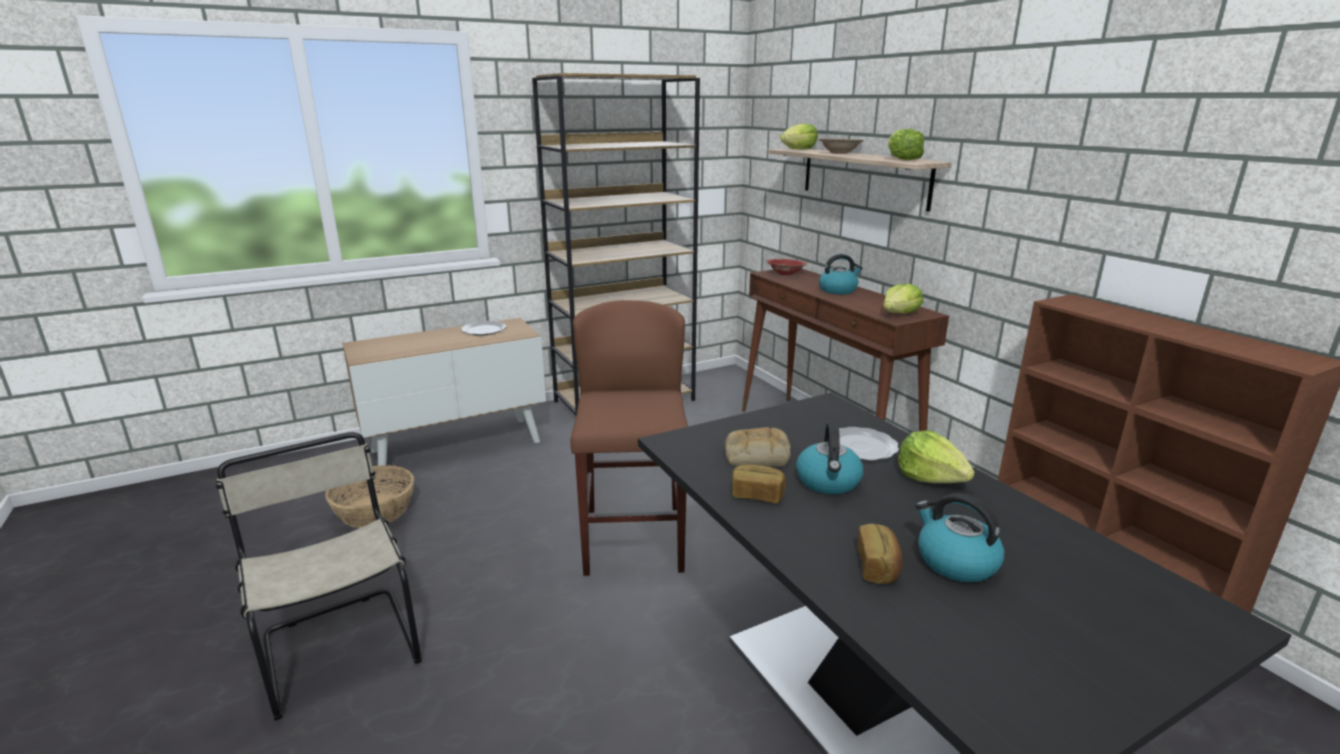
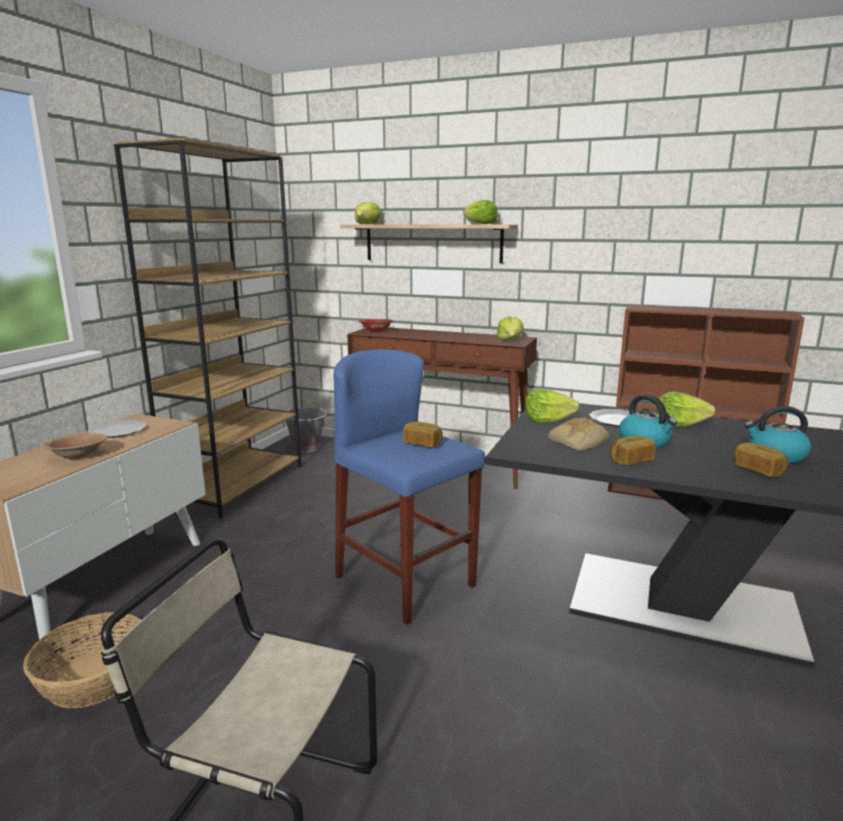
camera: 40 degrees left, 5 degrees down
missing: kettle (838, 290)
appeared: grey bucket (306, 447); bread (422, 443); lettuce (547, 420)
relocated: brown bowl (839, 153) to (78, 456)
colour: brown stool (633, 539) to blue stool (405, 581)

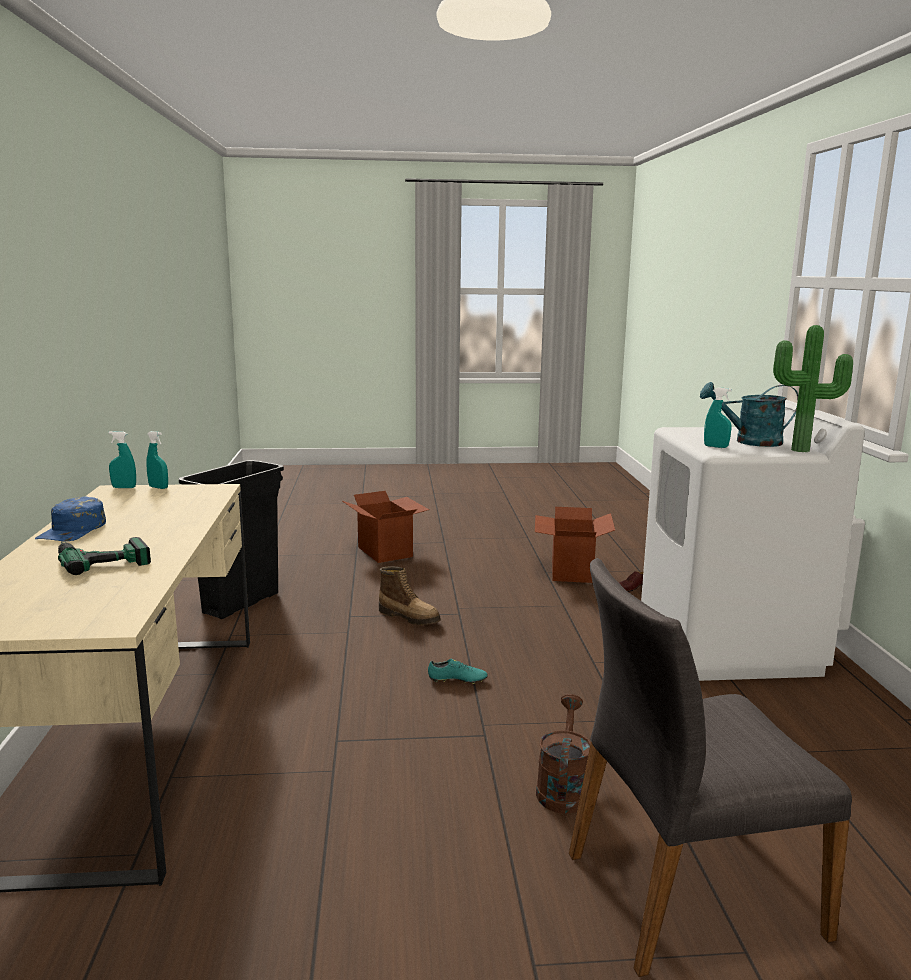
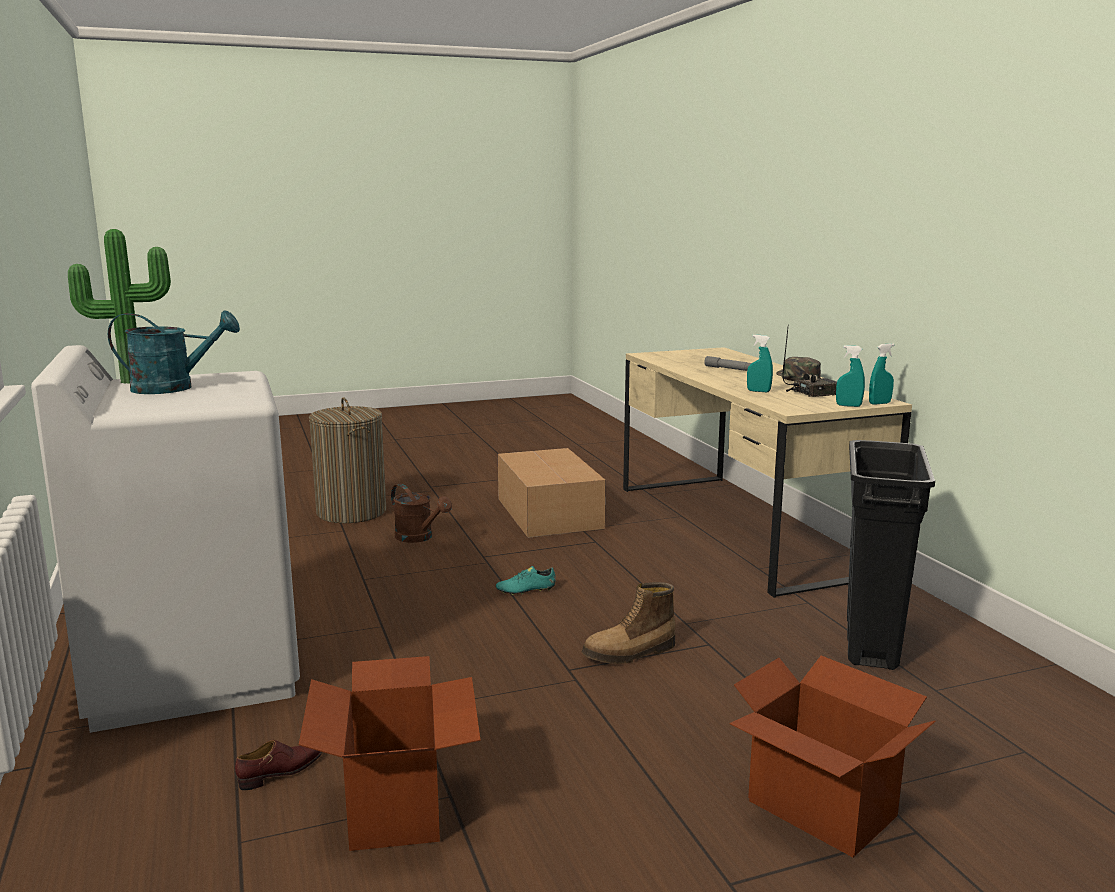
camera: 165 degrees right, 0 degrees up
appeared: cardboard box (549, 512); radio (813, 393)
relocated: turquoise spray bottle (715, 447) to (758, 391)
exchanged: power drill (100, 558) to grey flashlight (728, 369); grey chair (687, 891) to laundry basket (351, 512)
colour: blue cap (73, 530) to green cap (797, 377)
spun: boot (410, 617) = (630, 653) 45 degrees counterclockwise; brown watering can (563, 788) = (419, 537) 45 degrees counterclockwise

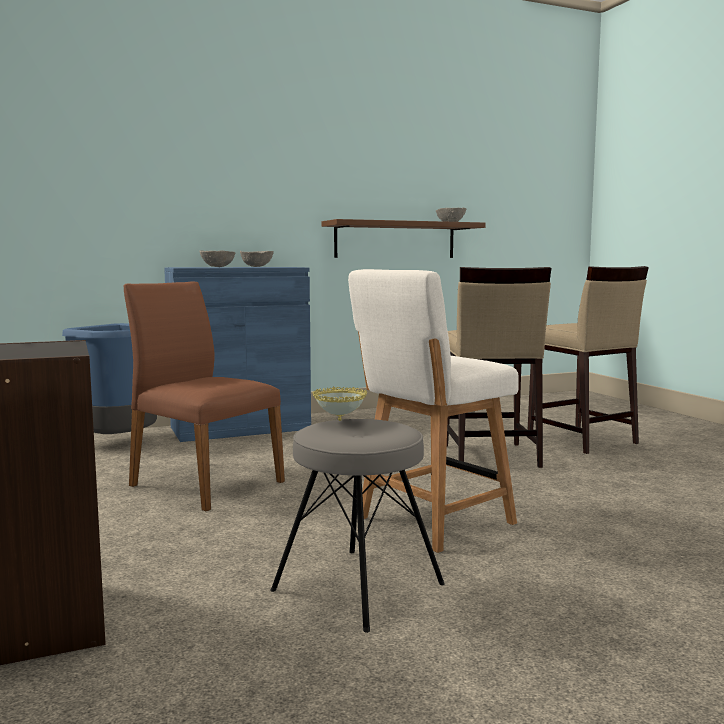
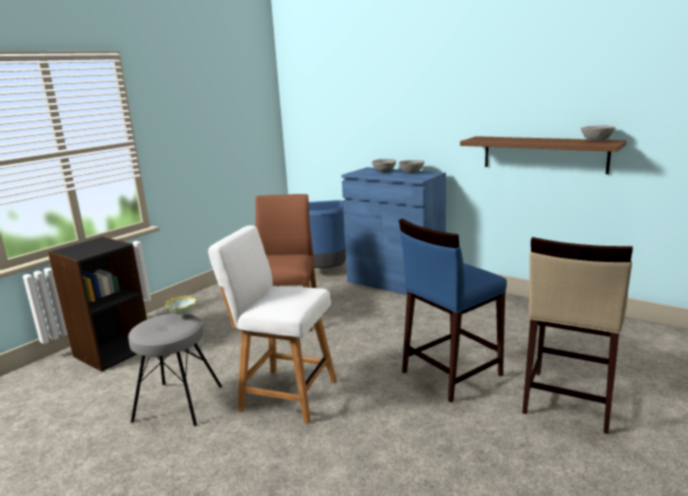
camera: 60 degrees right, 10 degrees up
colour: beige stool (489, 456) to blue stool (450, 373)

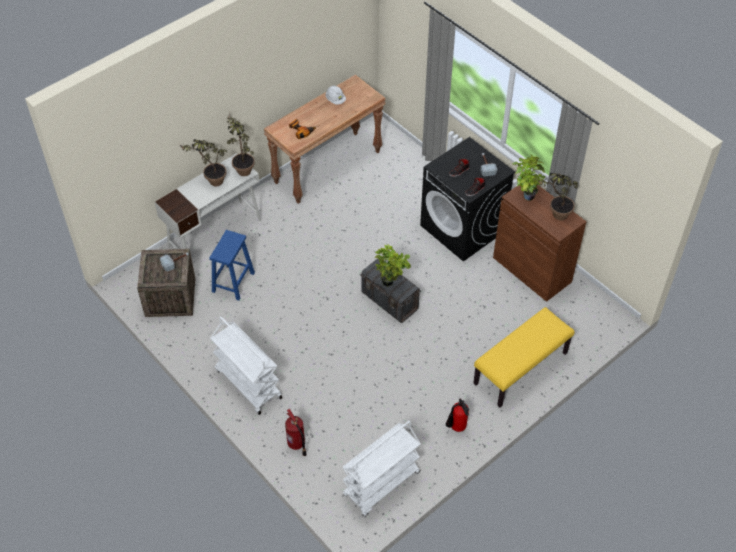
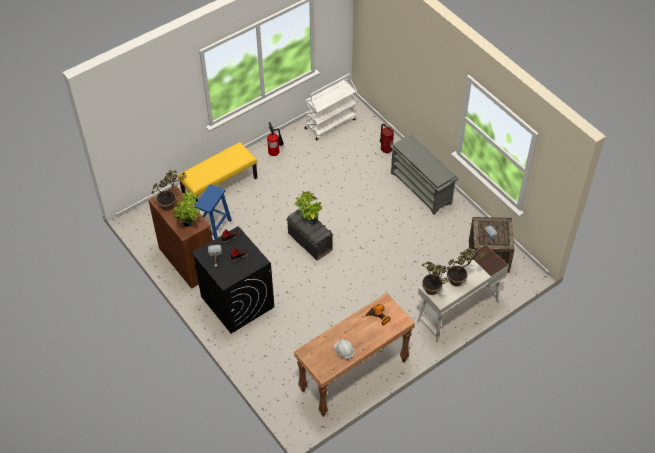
camera: 175 degrees left, 0 degrees up
relocated: blue stool (233, 283) to (214, 226)
exchanged: white cart (247, 383) to grey shoe rack (421, 188)

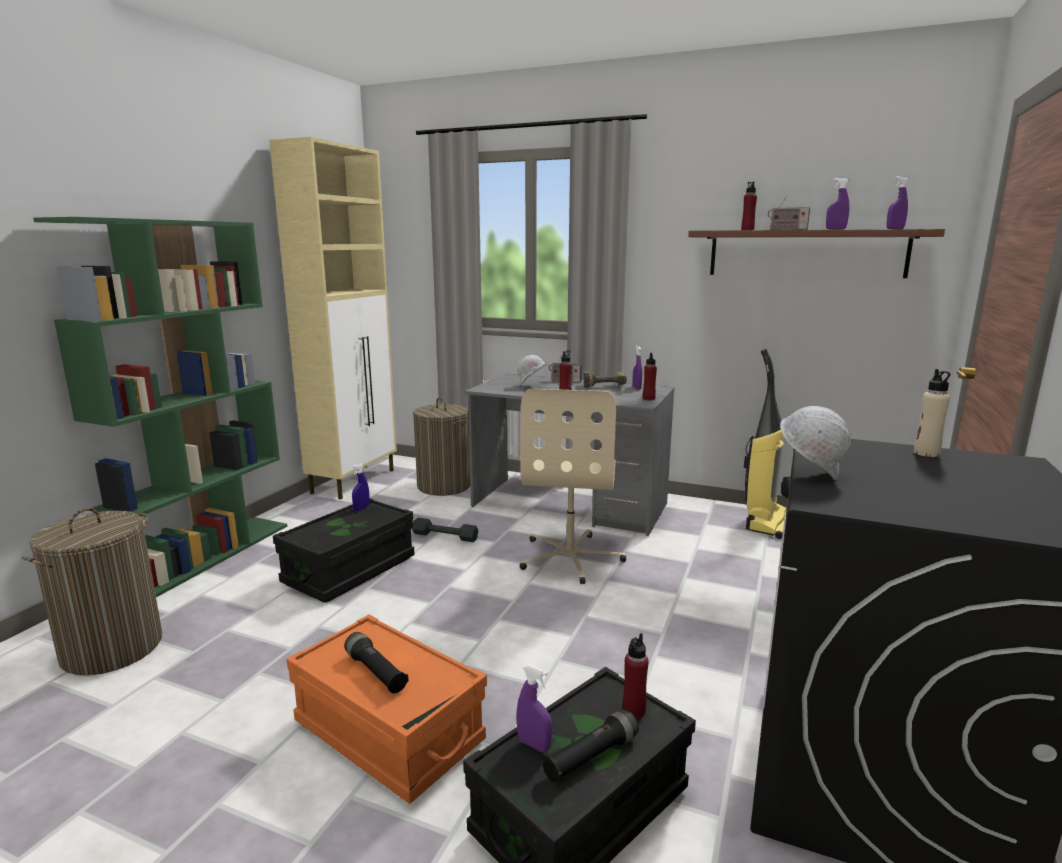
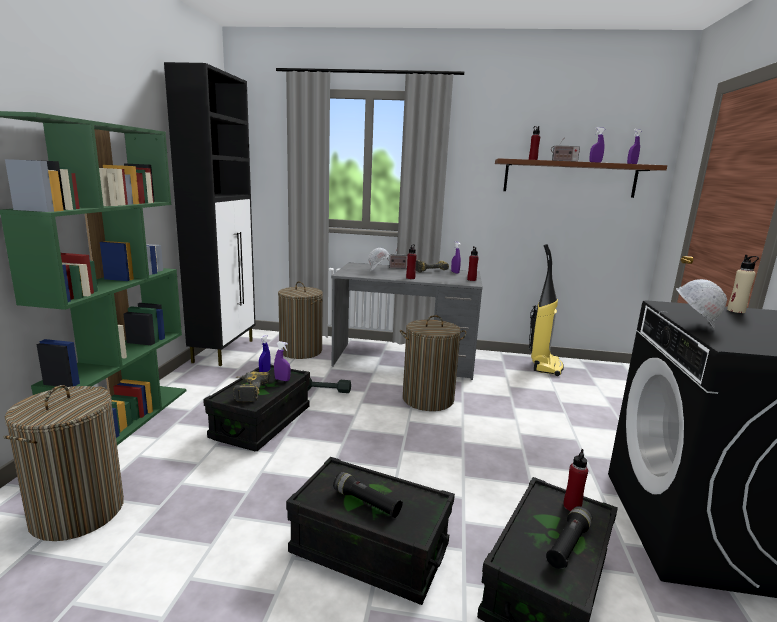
camera: 15 degrees left, 0 degrees up
appeared: power drill (247, 391)
relocated: purple spray bottle (534, 744) to (282, 380)
exchanged: beige office chair (571, 557) to laundry basket (427, 399)
colour: beige cabinet (354, 481) to black cabinet (224, 351); orange storage box (389, 732) to black storage box (369, 550)

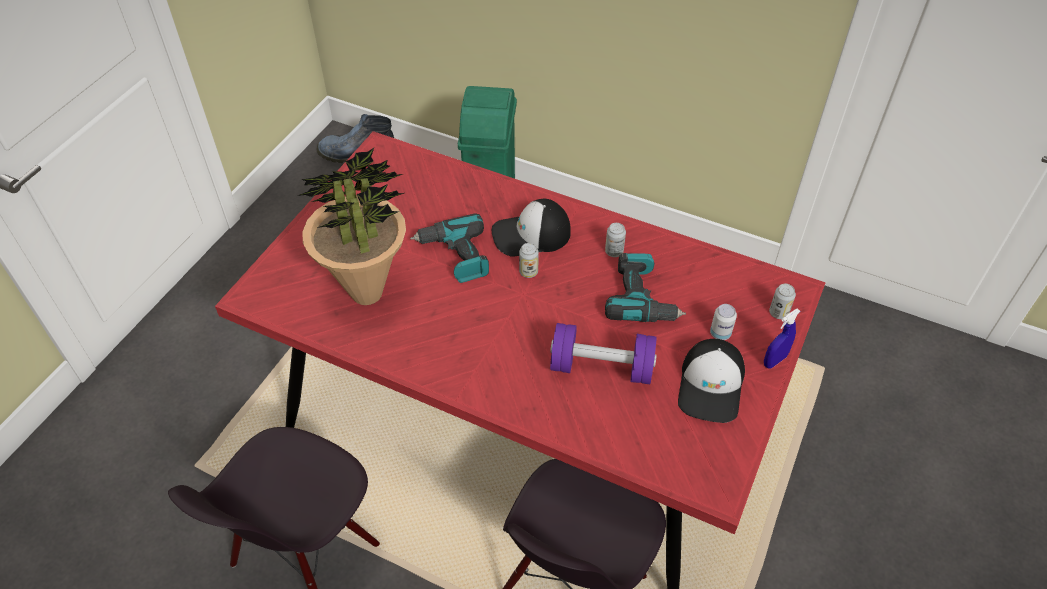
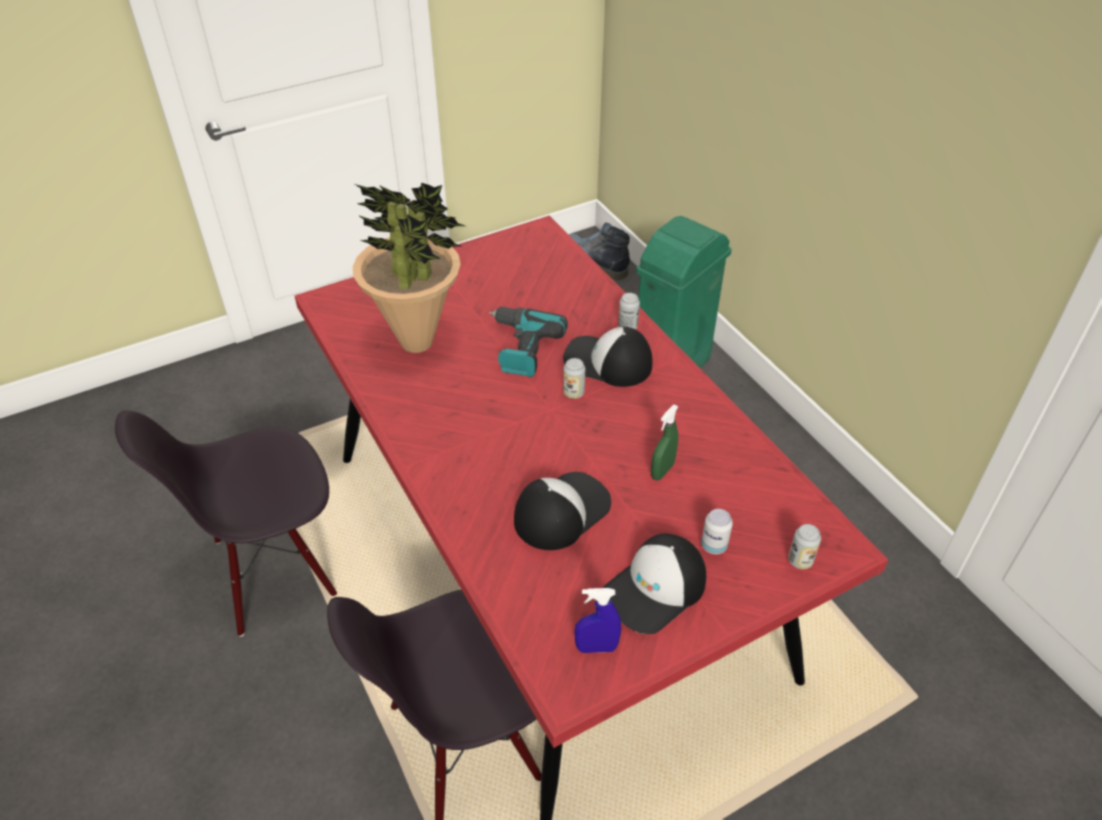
camera: 35 degrees right, 5 degrees down
relocated: can (614, 252) to (627, 326); blue spray bottle (774, 360) to (596, 648)
exchanged: purple dumbbell (601, 367) to cap (561, 511); power drill (642, 298) to green spray bottle (662, 471)

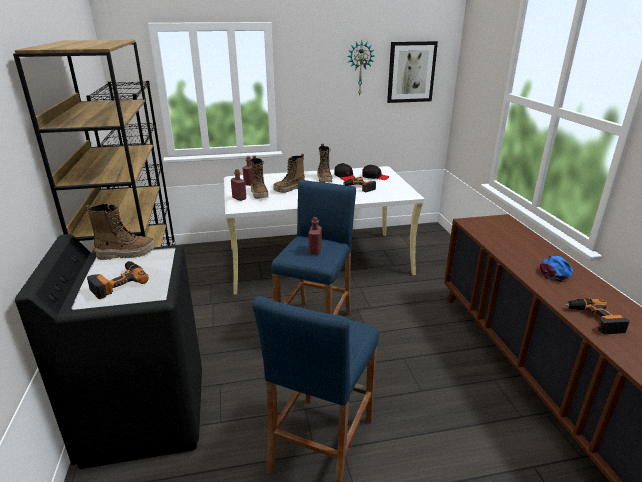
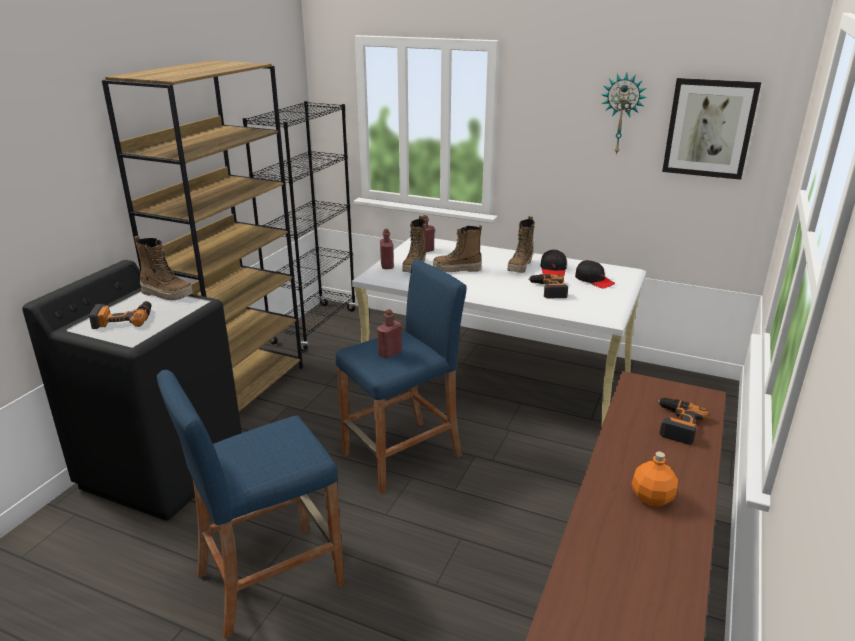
camera: 35 degrees right, 0 degrees up
relocated: power drill (594, 319) to (676, 424)
exchanged: blue cap (556, 272) to orange bottle (651, 497)

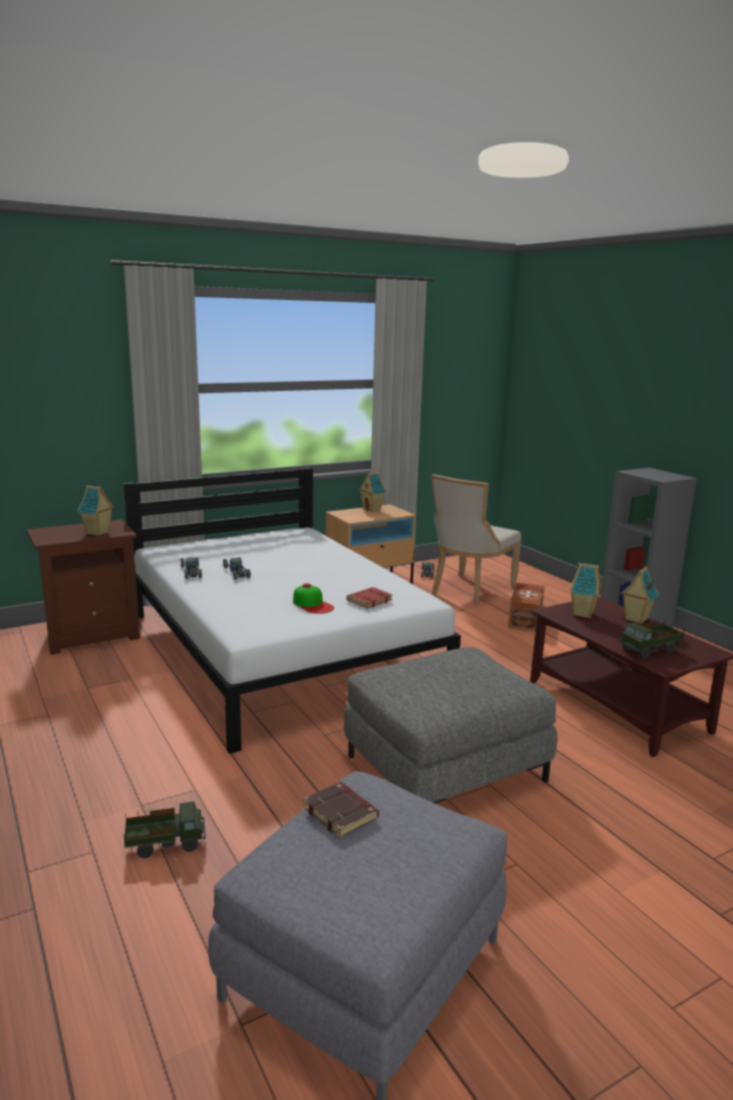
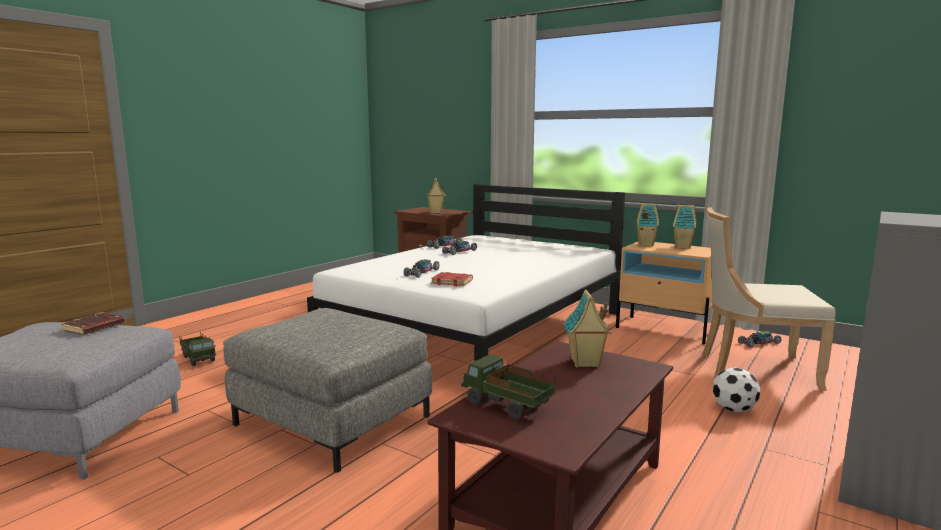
camera: 65 degrees right, 5 degrees down
relocated: toy house (635, 619) to (645, 244)
exchanged: cap (313, 604) to toy car (421, 273); brown storage box (526, 619) to football (734, 409)

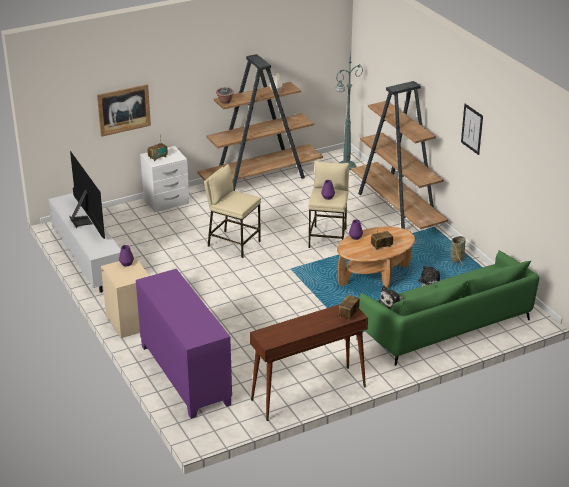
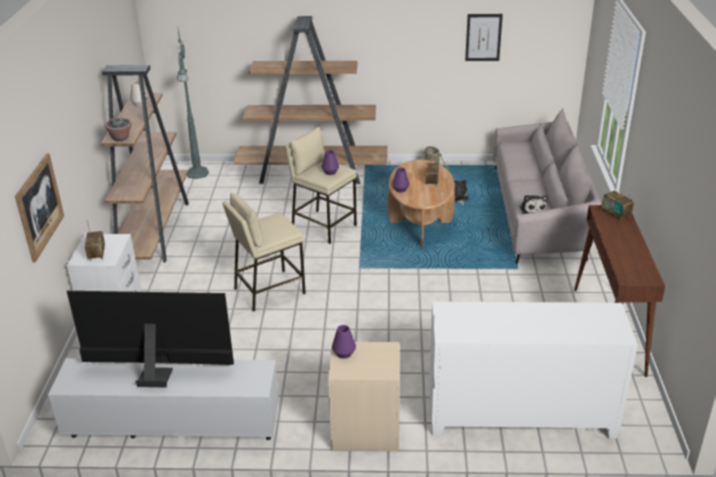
camera: 60 degrees left, 0 degrees up
relocated: picture (472, 129) to (483, 37)
colour: purple cabinet (184, 375) to white cabinet (520, 416); green sofa (448, 326) to grey sofa (539, 212)

